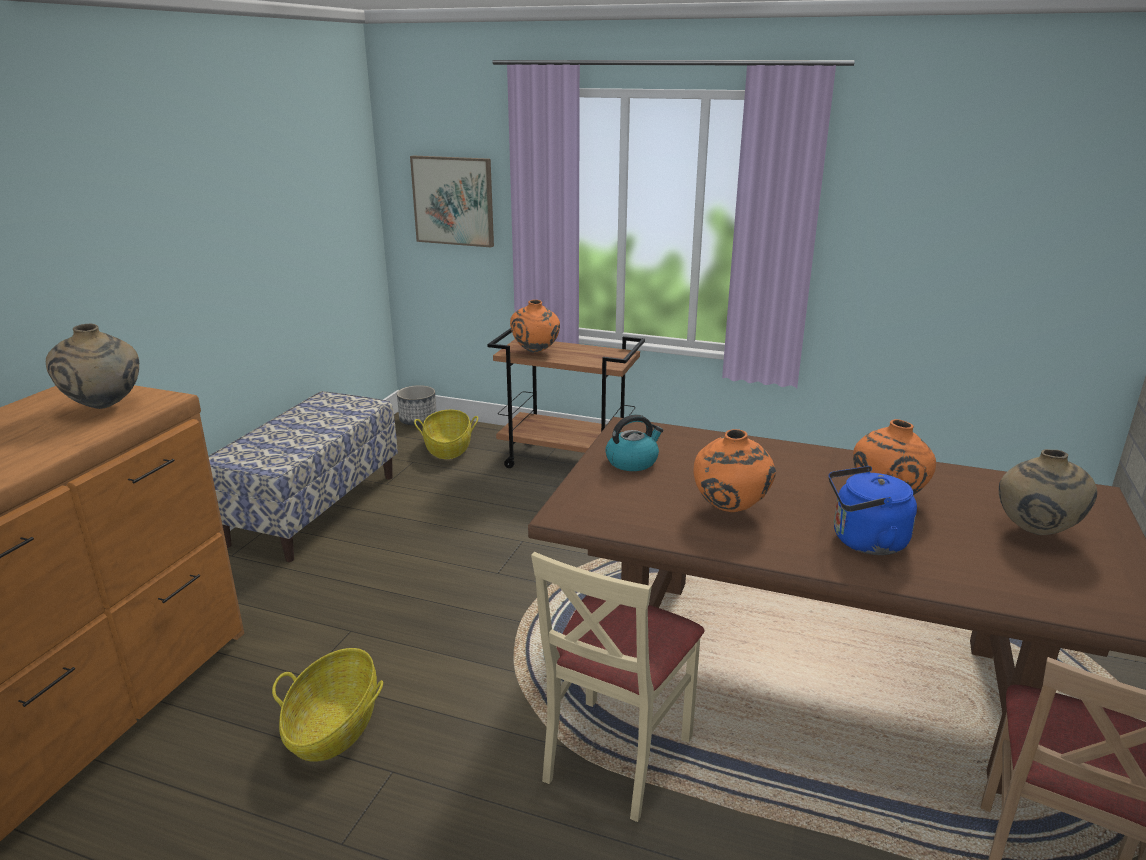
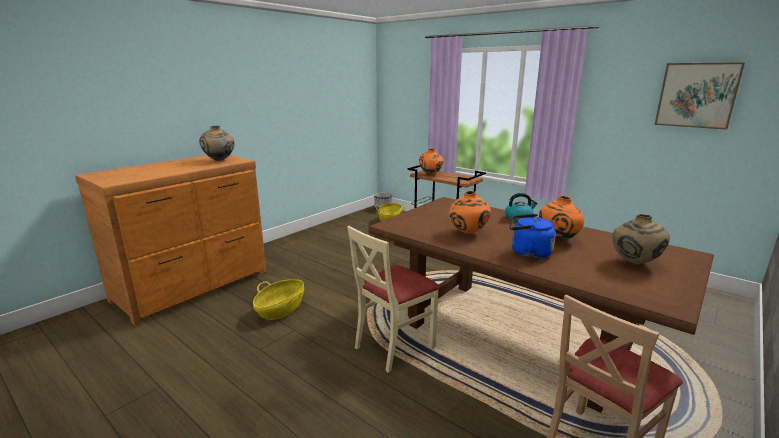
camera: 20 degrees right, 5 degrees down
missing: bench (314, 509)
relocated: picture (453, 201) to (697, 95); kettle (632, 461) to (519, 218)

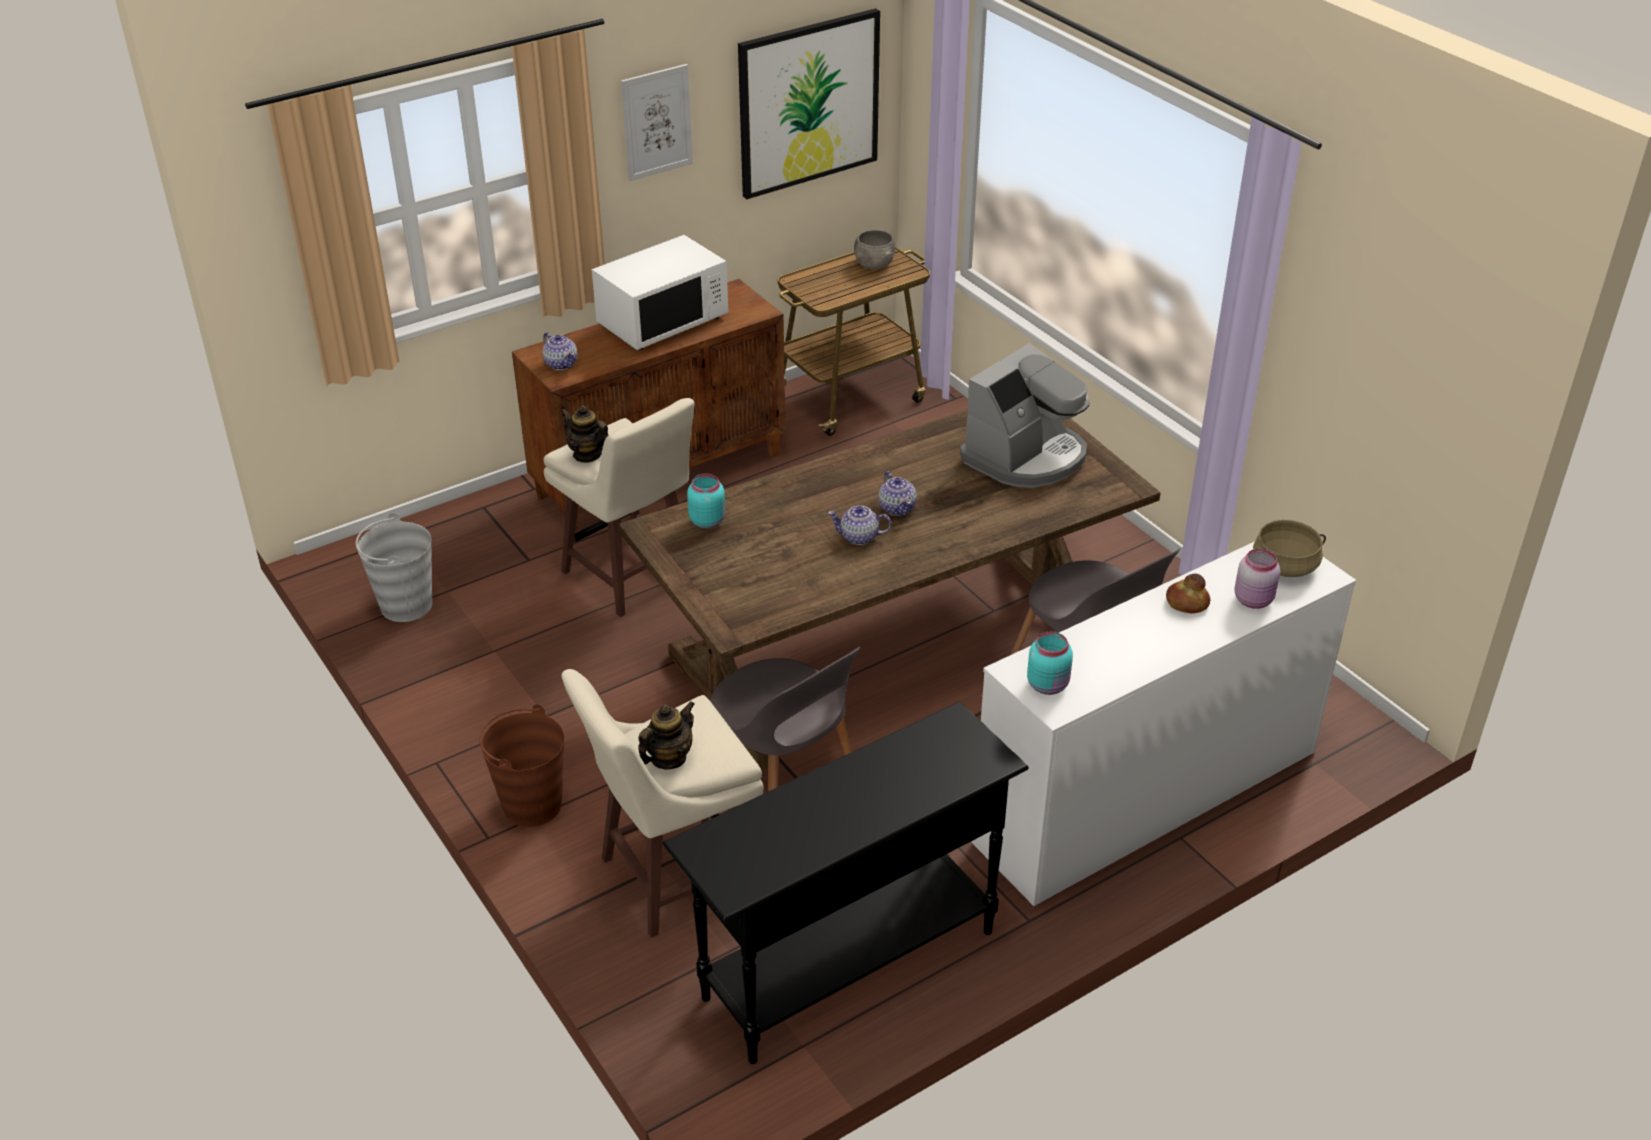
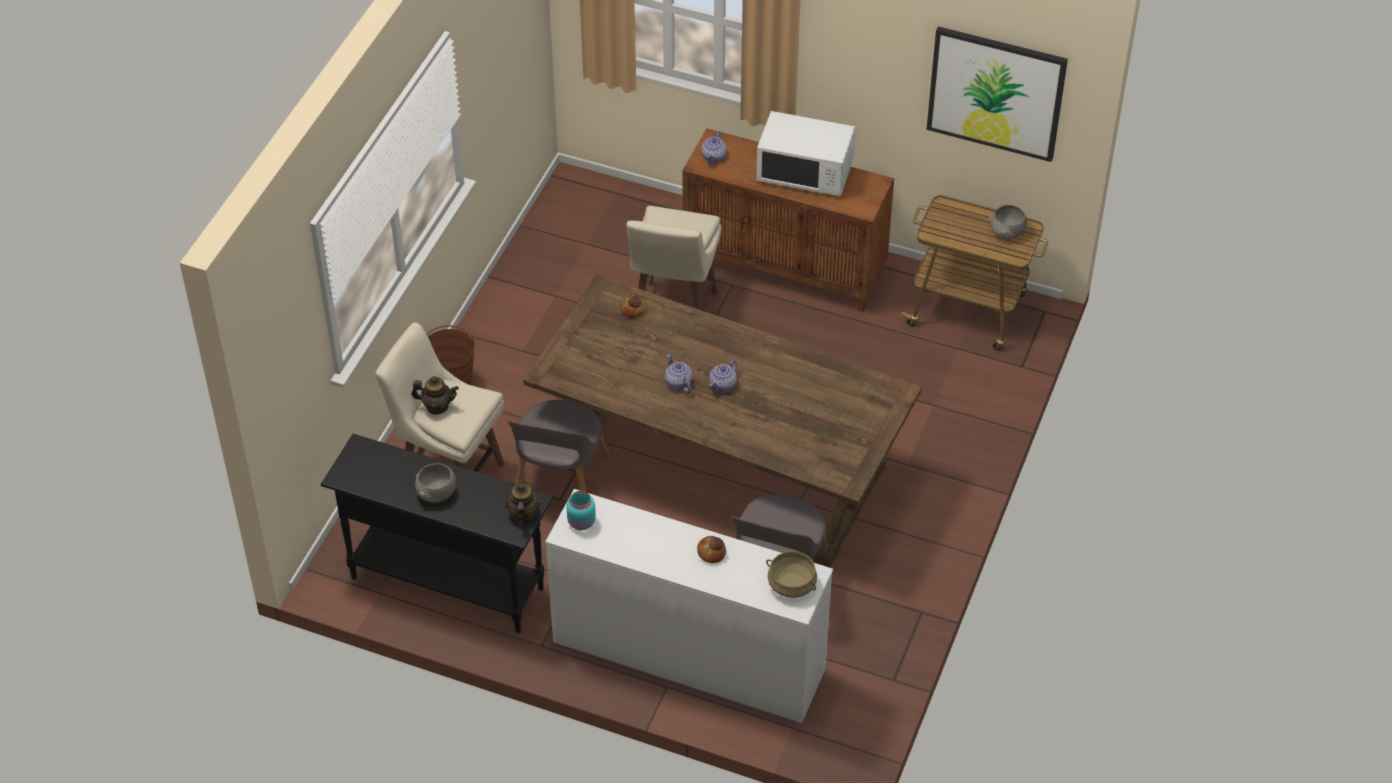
camera: 55 degrees right, 10 degrees up
missing: grey bucket (405, 605); picture (657, 122); coffee machine (1026, 457); pink jar (1254, 600)
appeared: grey bowl (436, 493)
relocated: teapot (587, 454) to (523, 514)
exchanged: turquoise jar (707, 520) to bread (633, 309)

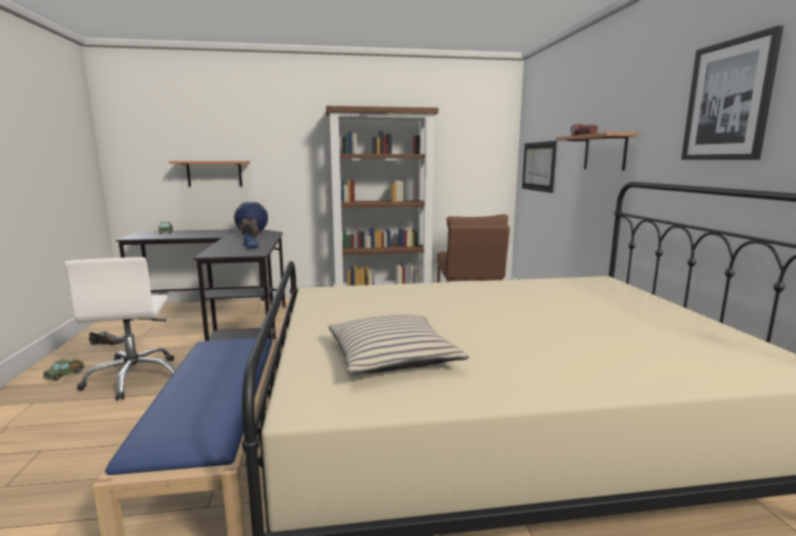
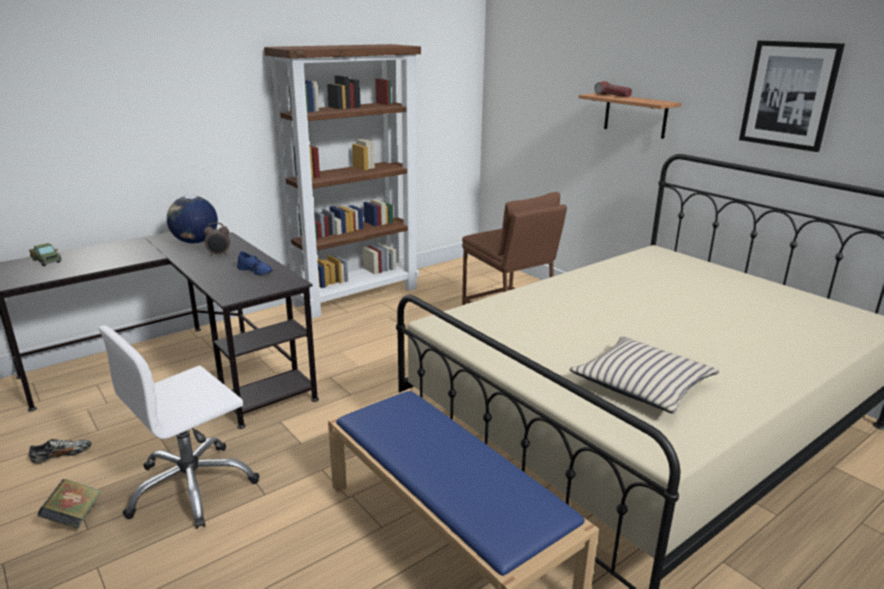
camera: 30 degrees left, 10 degrees up
missing: shelf (214, 173); picture (538, 166)
exchanged: toy truck (65, 375) to book (74, 517)
spun: white office chair (135, 378) = (192, 487) 90 degrees clockwise

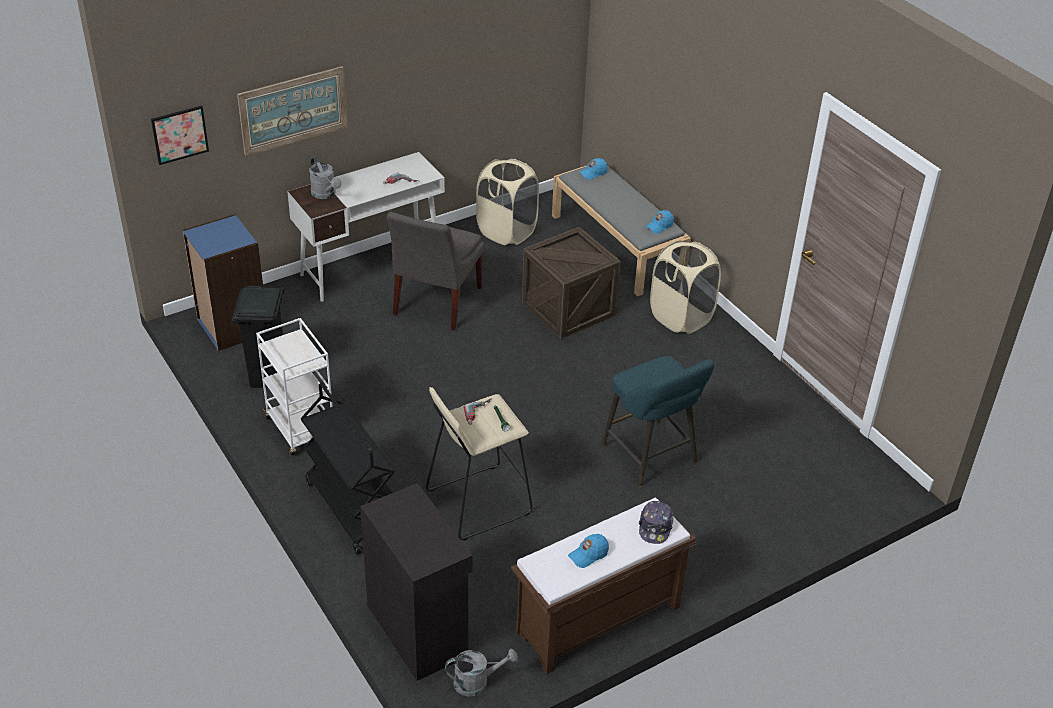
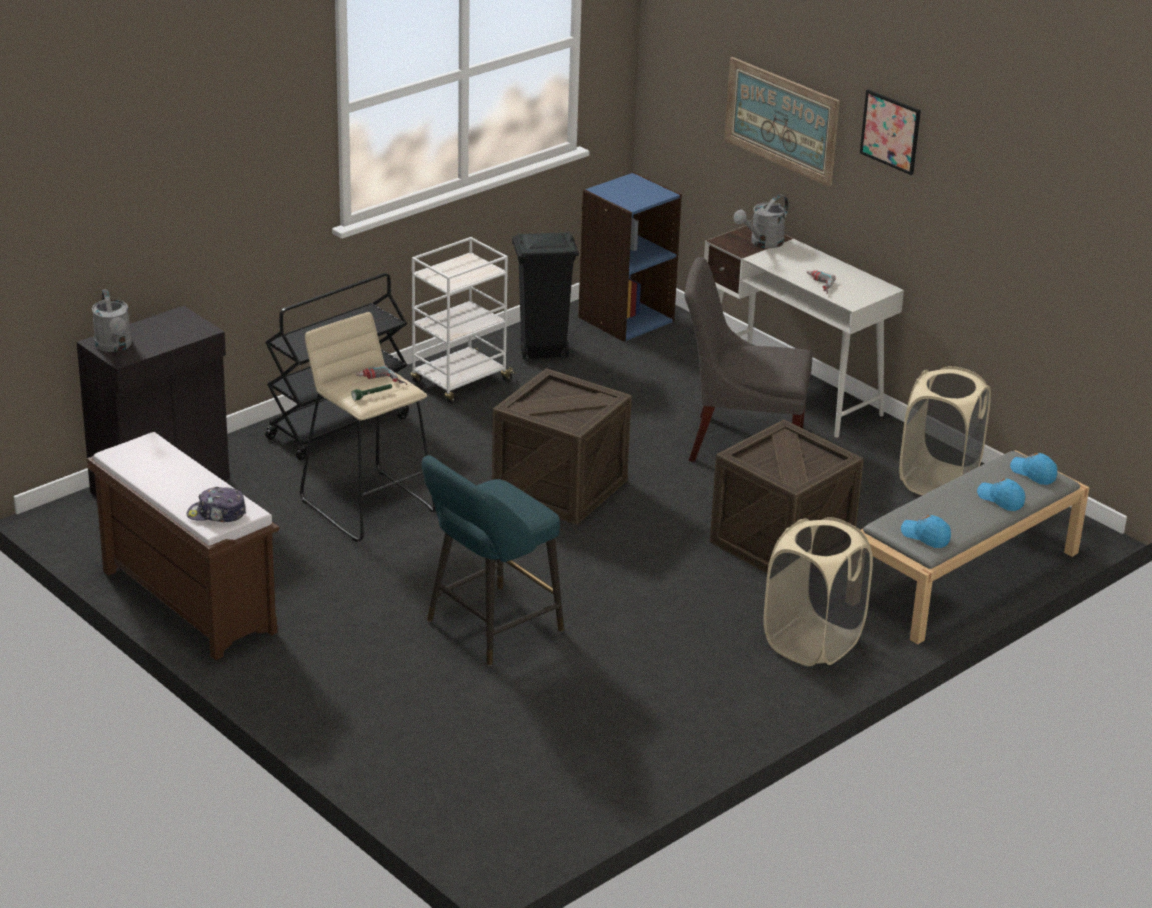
camera: 80 degrees right, 10 degrees down
appeared: crate (559, 487)
relocated: picture (180, 134) to (890, 131); grey watering can (477, 682) to (115, 347); blue cap (588, 555) to (1000, 499)

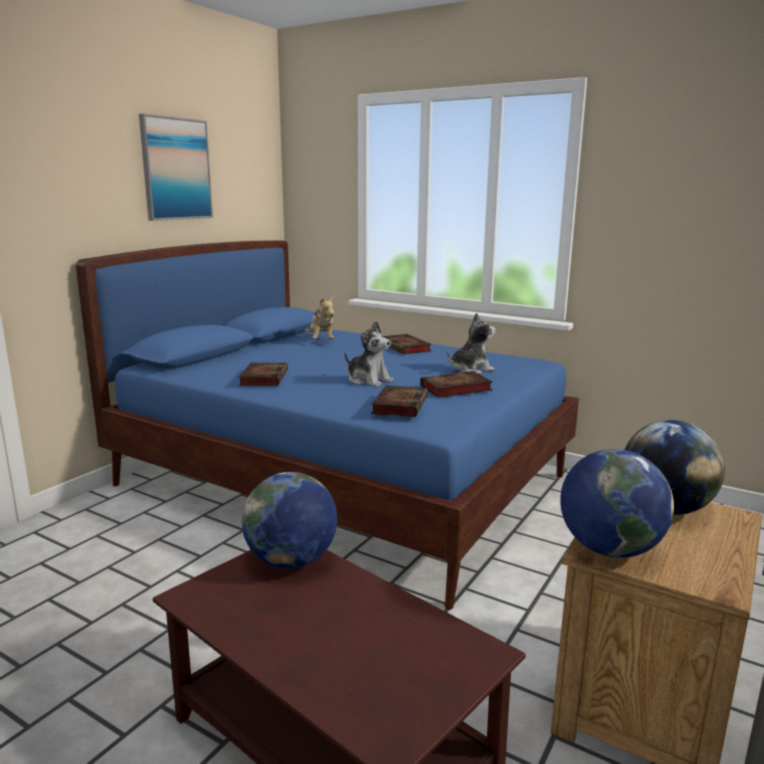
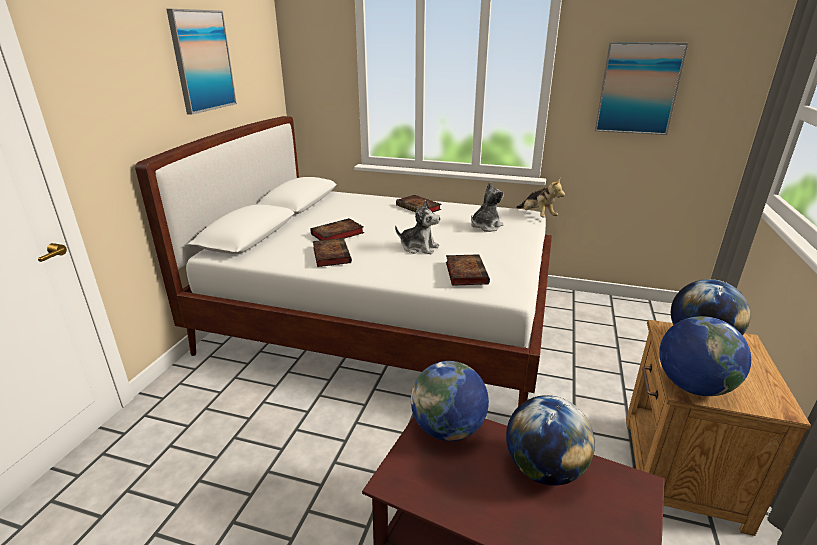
camera: 15 degrees left, 10 degrees up
appeared: globe (543, 469); picture (638, 88)
relocated: plush toy (321, 341) to (537, 216); book (454, 389) to (336, 234)
colour: blue bed (343, 480) to white bed (383, 319)

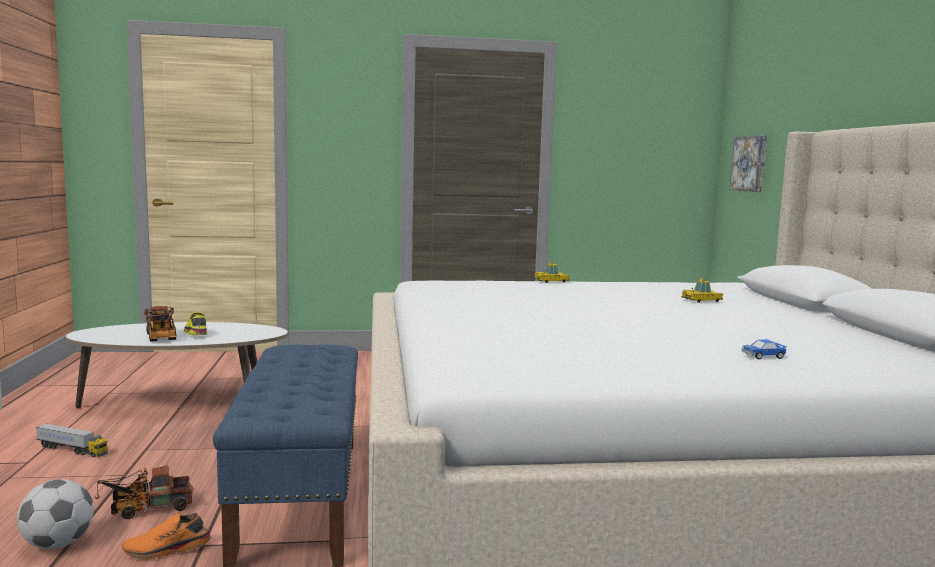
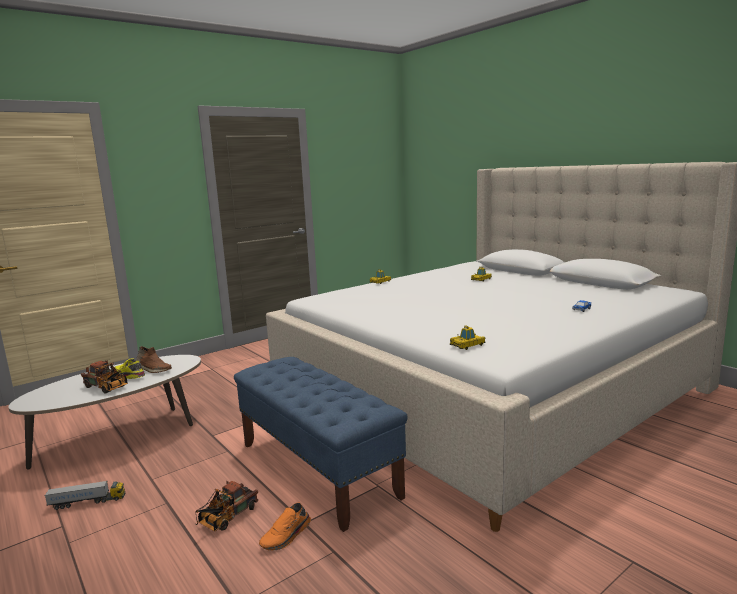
camera: 30 degrees left, 5 degrees up
missing: football (57, 544); picture (750, 163)
appeared: brown shoe (153, 369); toy car (467, 345)

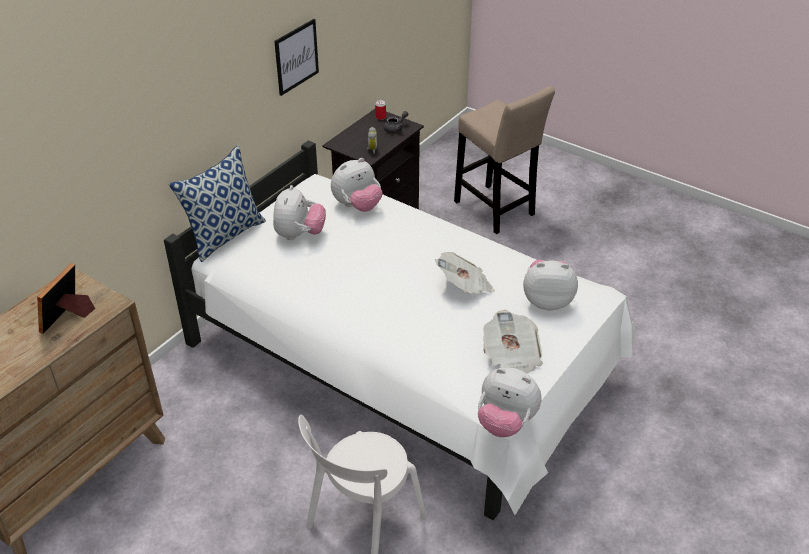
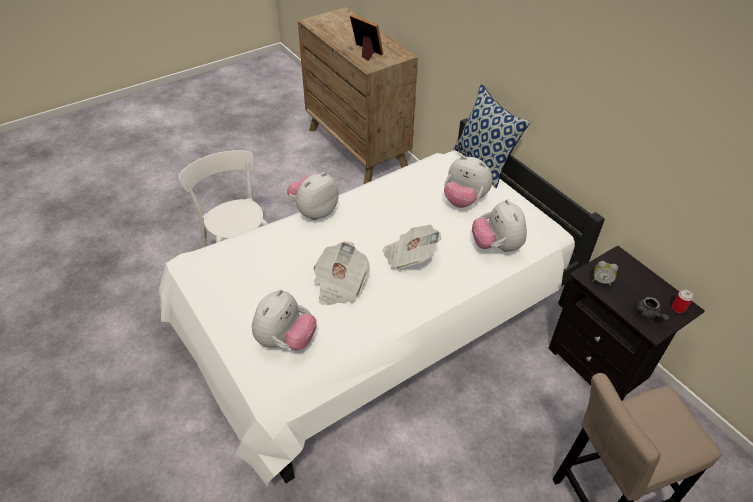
camera: 110 degrees right, 5 degrees up
missing: picture (296, 57)
relocated: plush toy (505, 423) to (314, 211); newspaper (511, 358) to (409, 257)

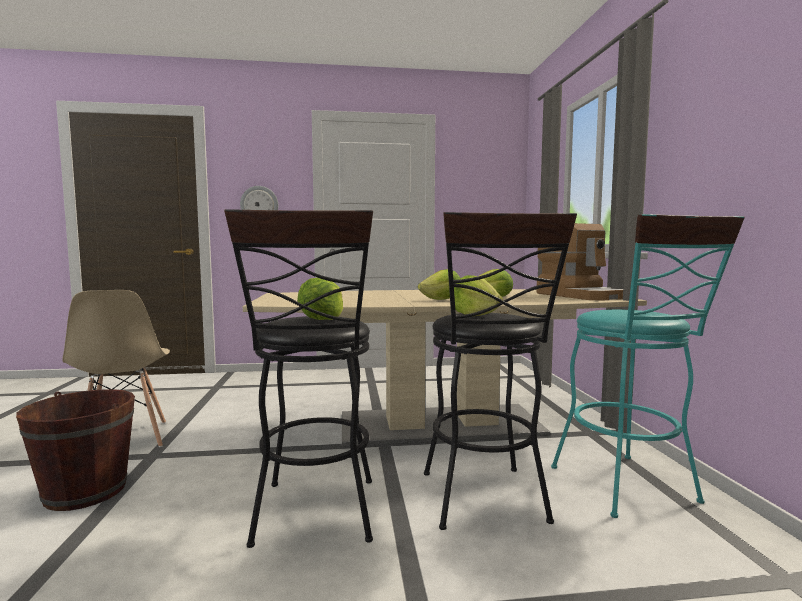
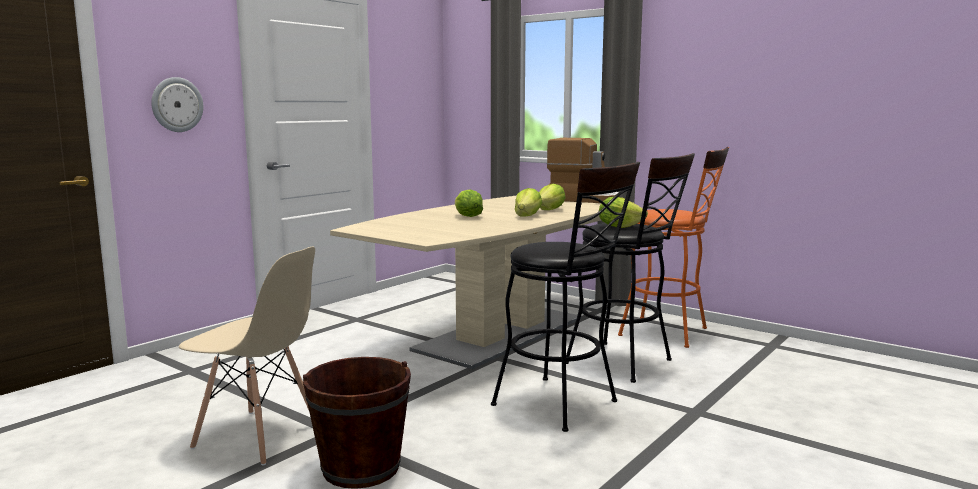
camera: 45 degrees left, 5 degrees up
relocated: lettuce (322, 319) to (467, 217)
colour: turquoise stool (630, 489) to orange stool (671, 333)

